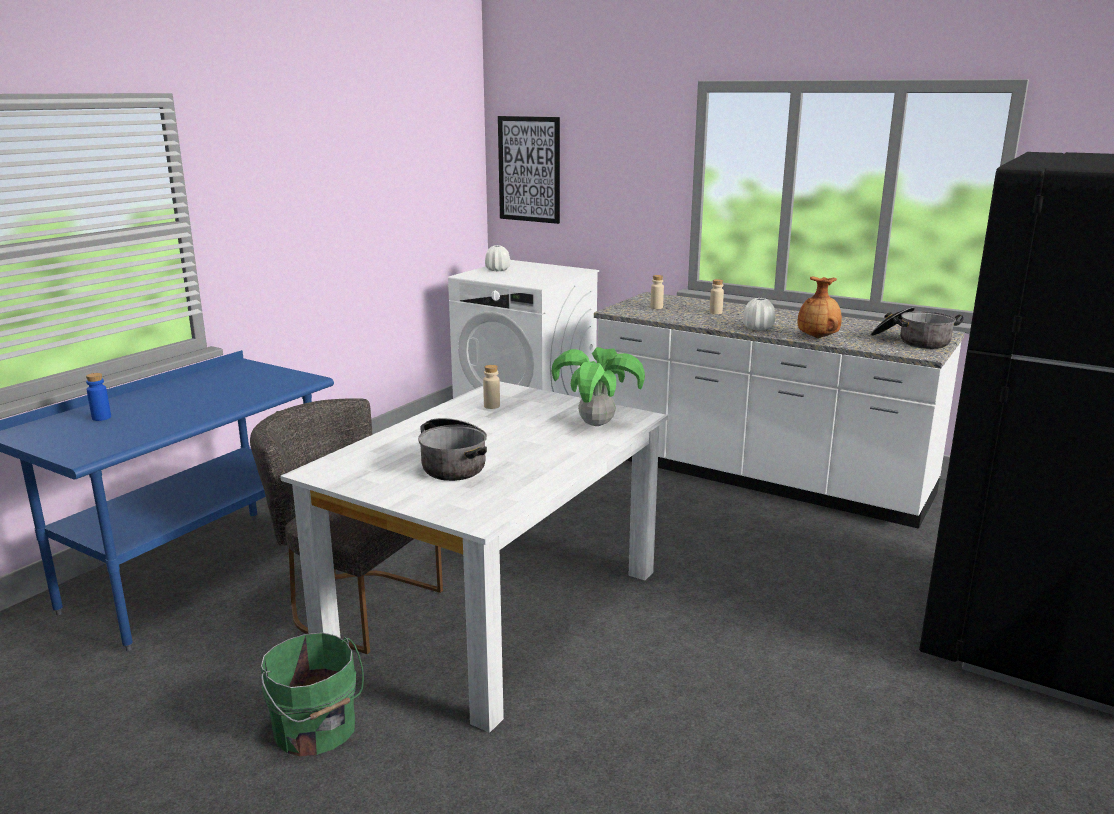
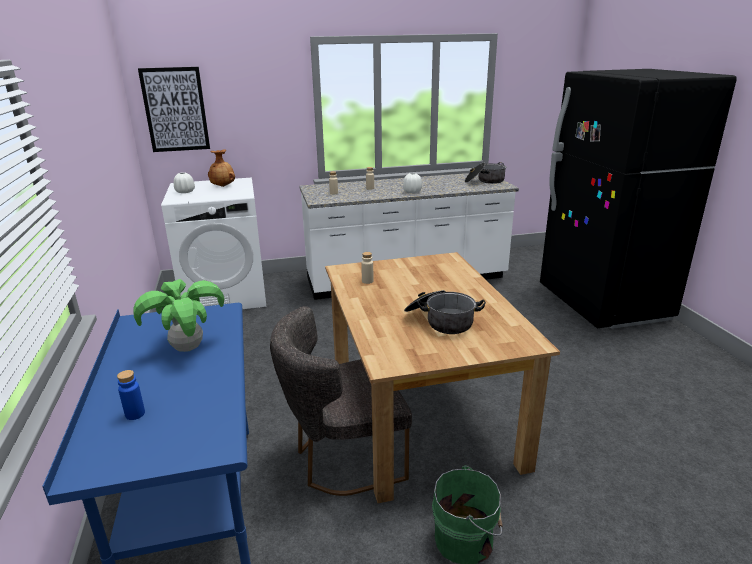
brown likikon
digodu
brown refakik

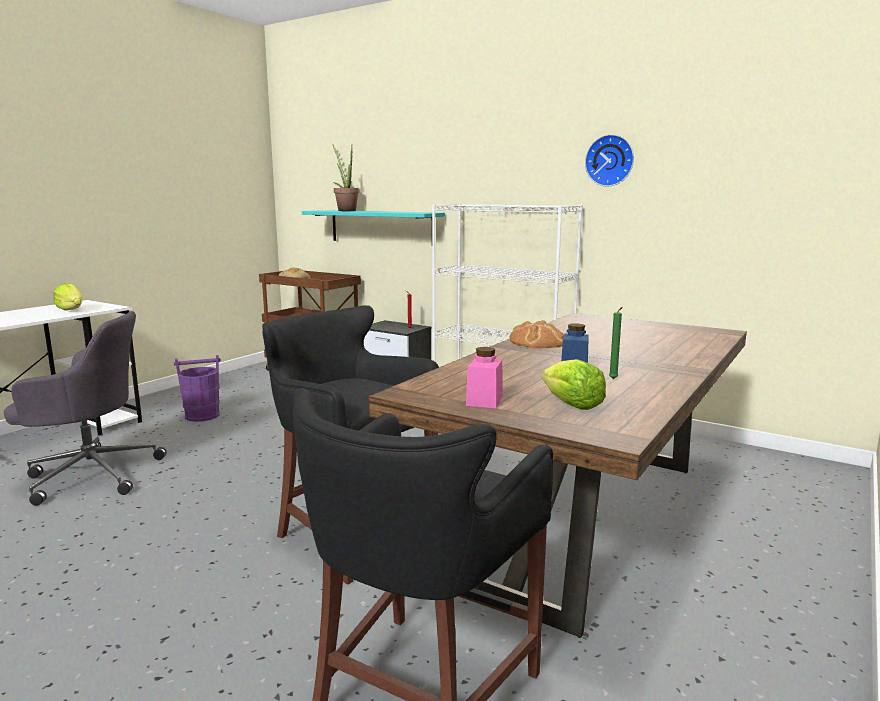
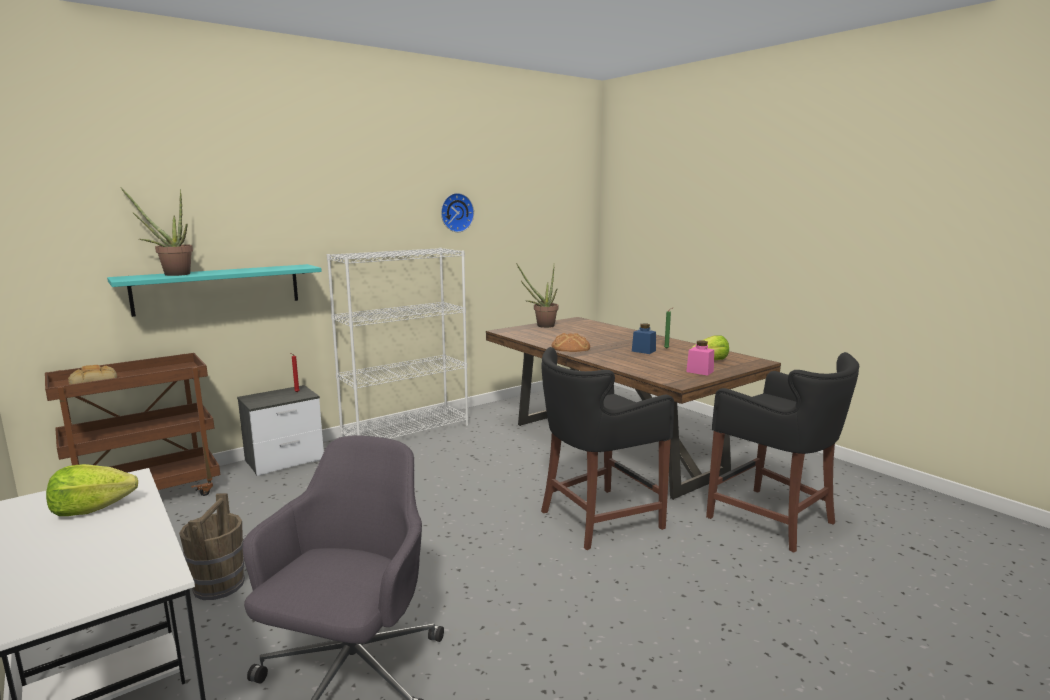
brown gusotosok
digodu (no. 2 from left)

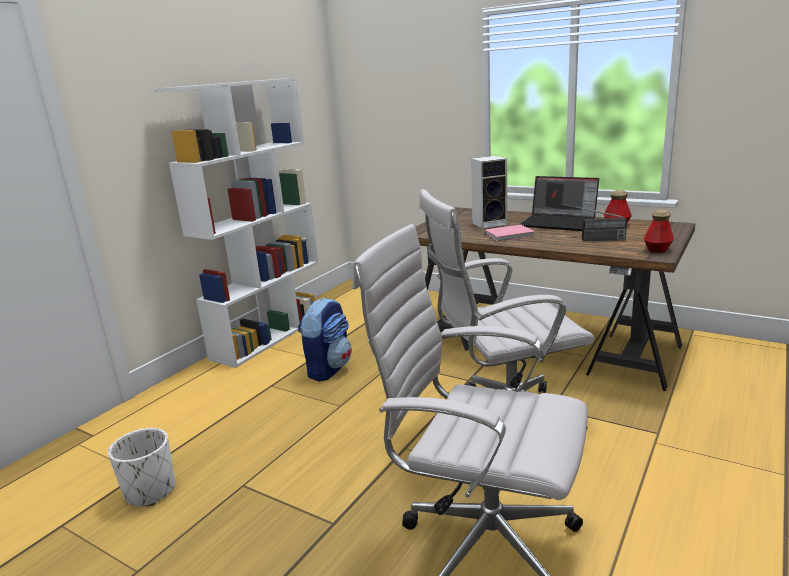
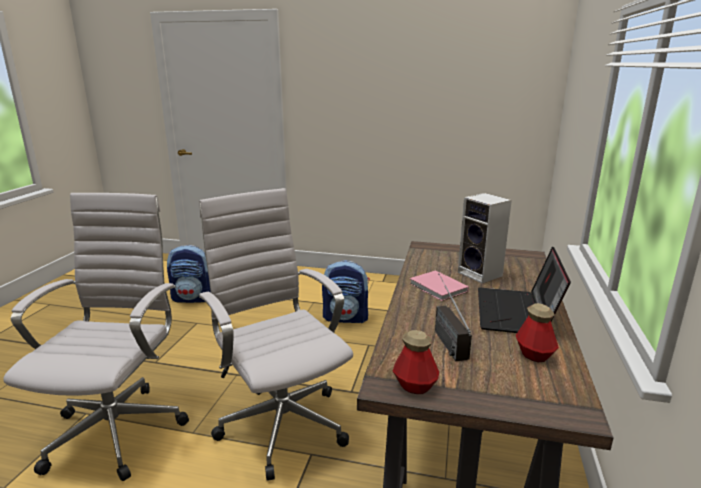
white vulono
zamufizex (no. 1 from left)

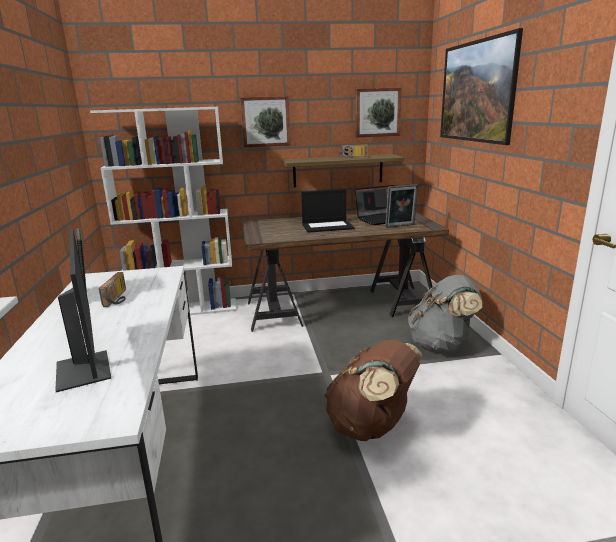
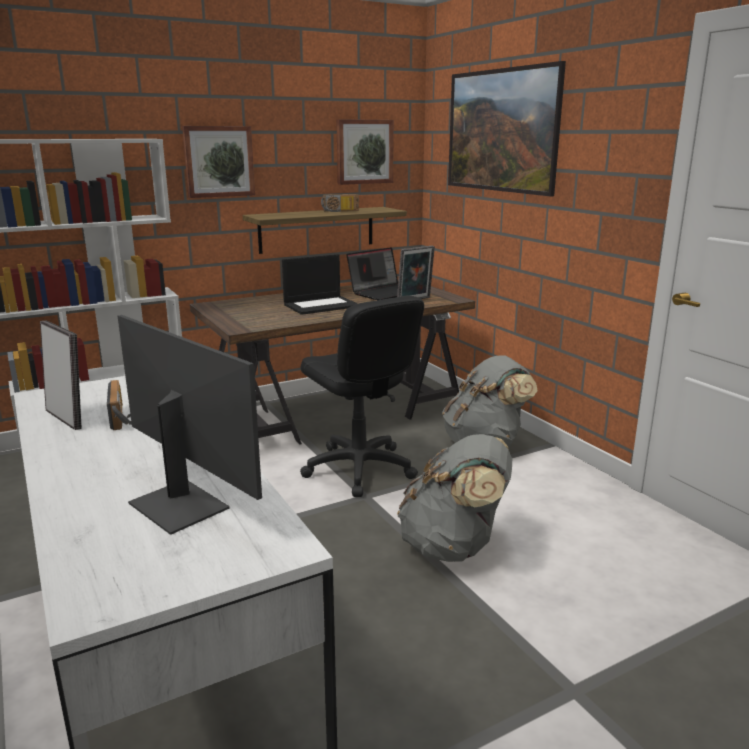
grey zamufizex (no. 1 from left)
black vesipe

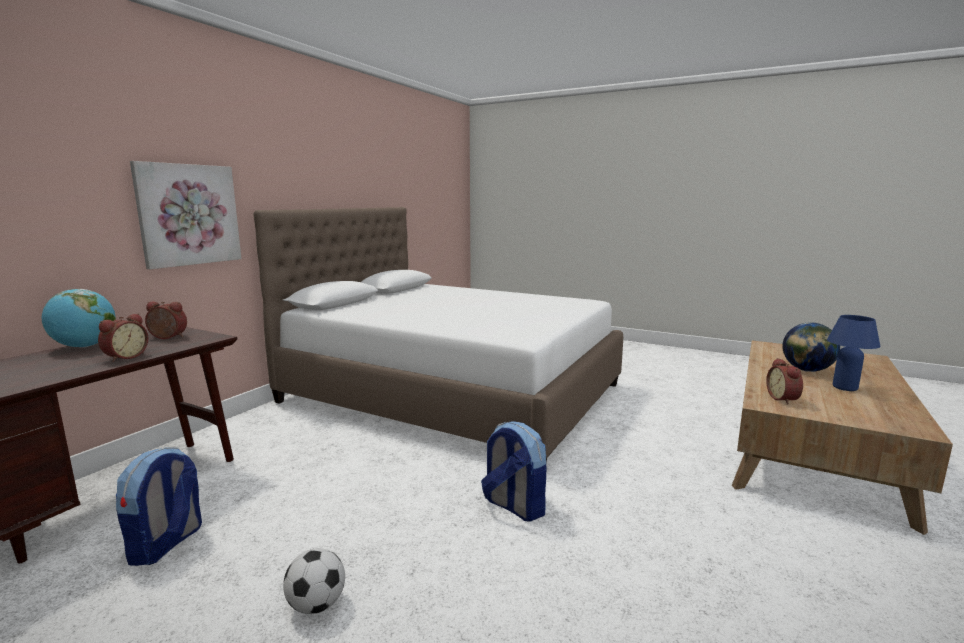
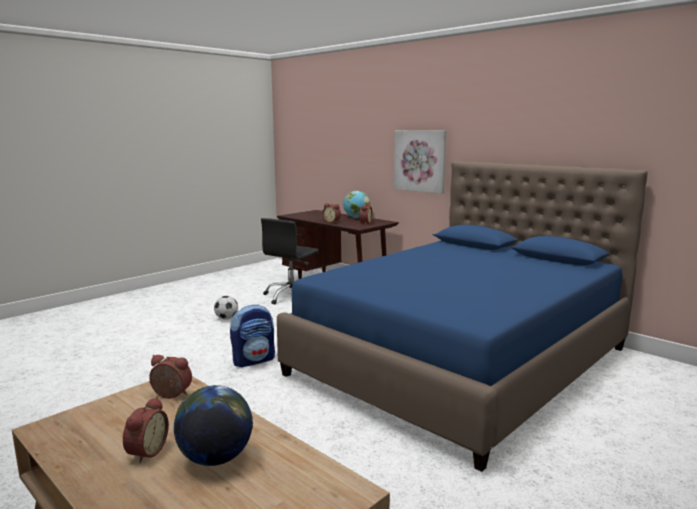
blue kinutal
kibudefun (no. 1 from left)
black vesipe

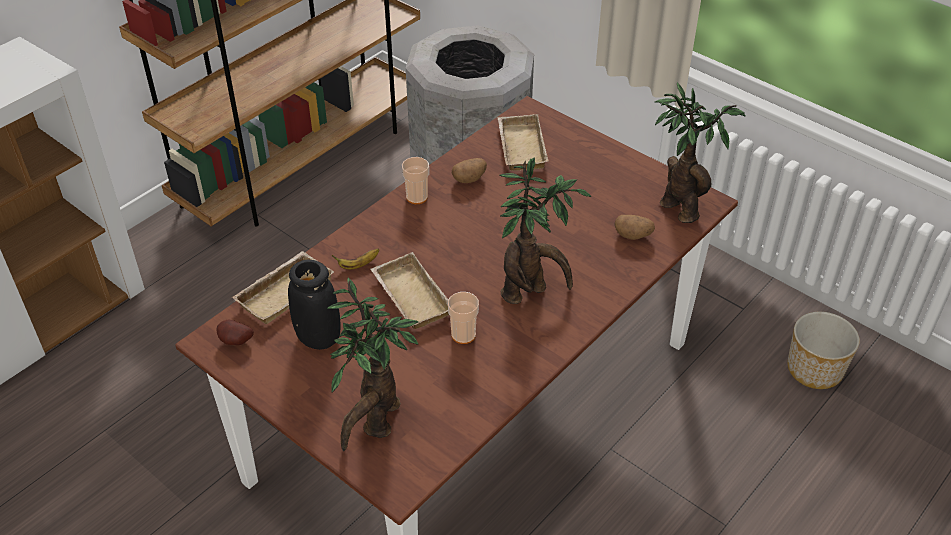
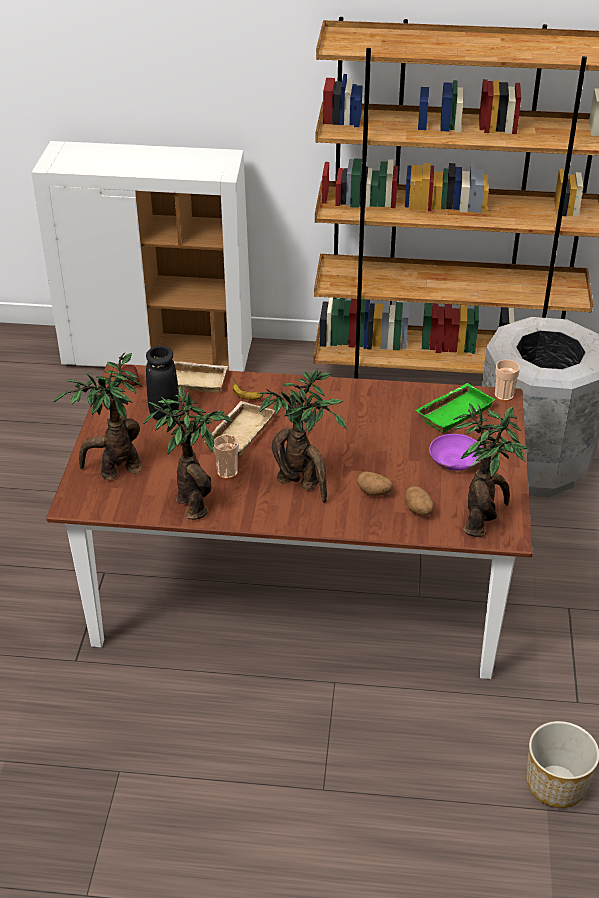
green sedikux
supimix (no. 2 from left)
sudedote (no. 2 from left)
digodu (no. 2 from left)
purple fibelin

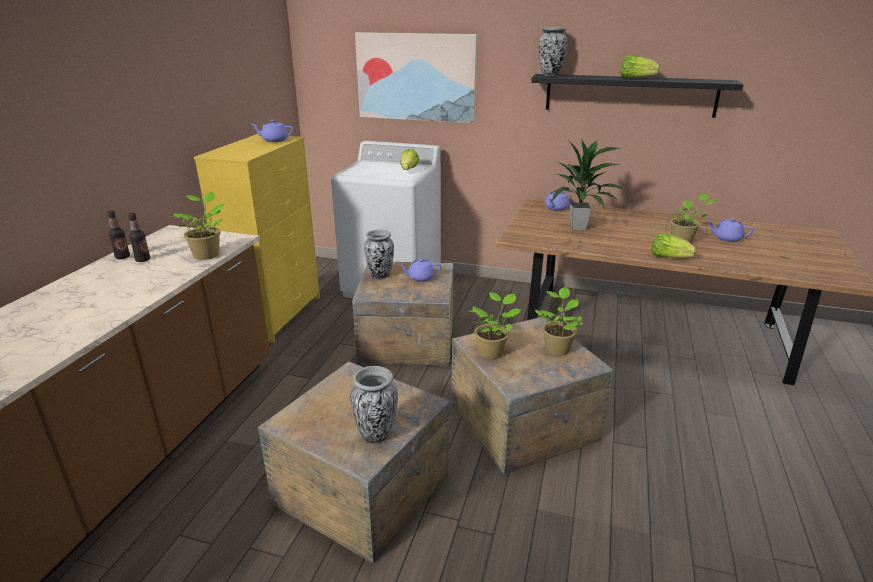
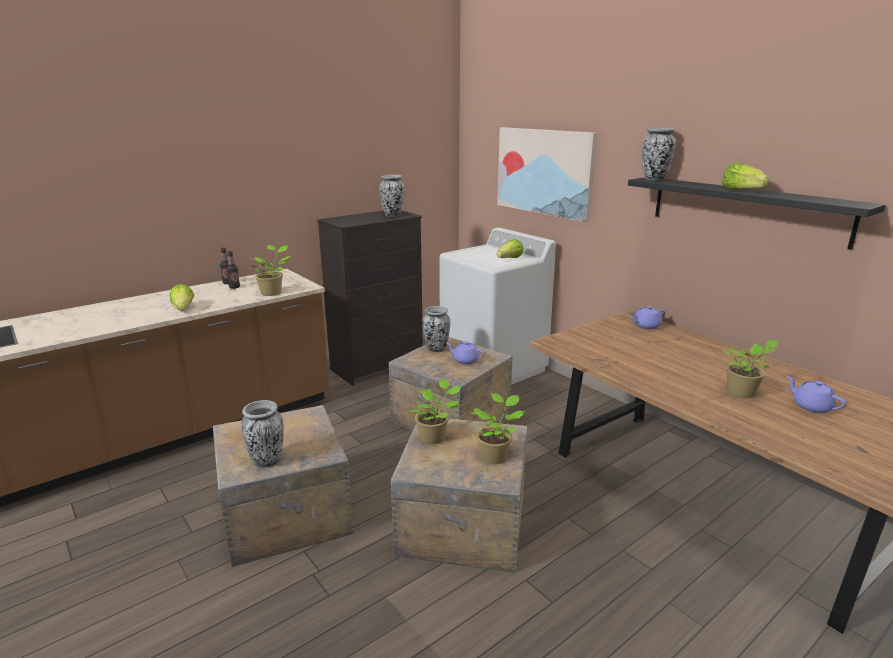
likikon (no. 2 from left)
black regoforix
digodu (no. 4 from left in the first image)
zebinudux (no. 1 from left)

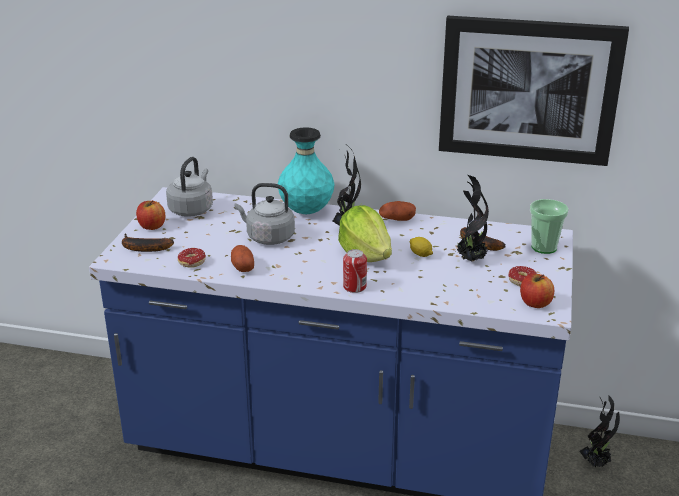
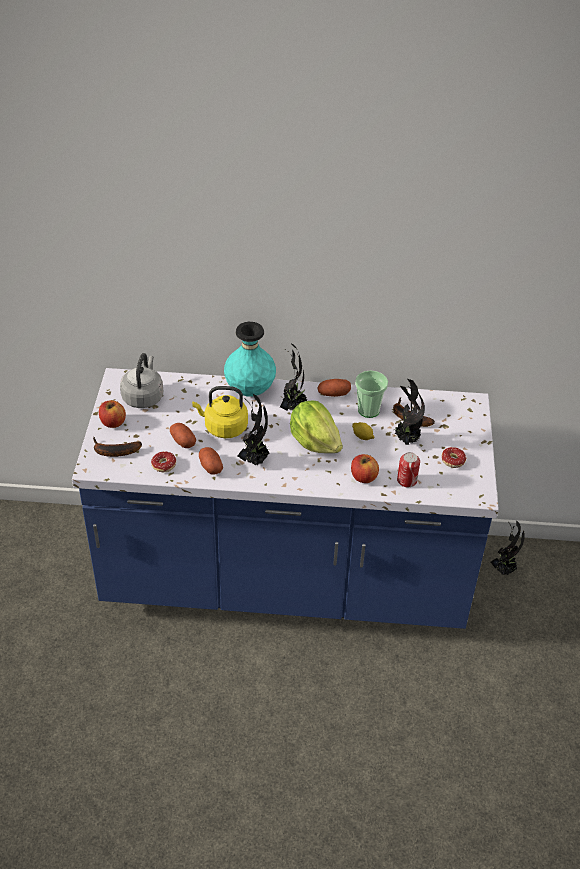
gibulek
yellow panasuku
supimix
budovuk
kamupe (no. 2 from left)
digodu (no. 1 from left)
sudedote (no. 1 from left)

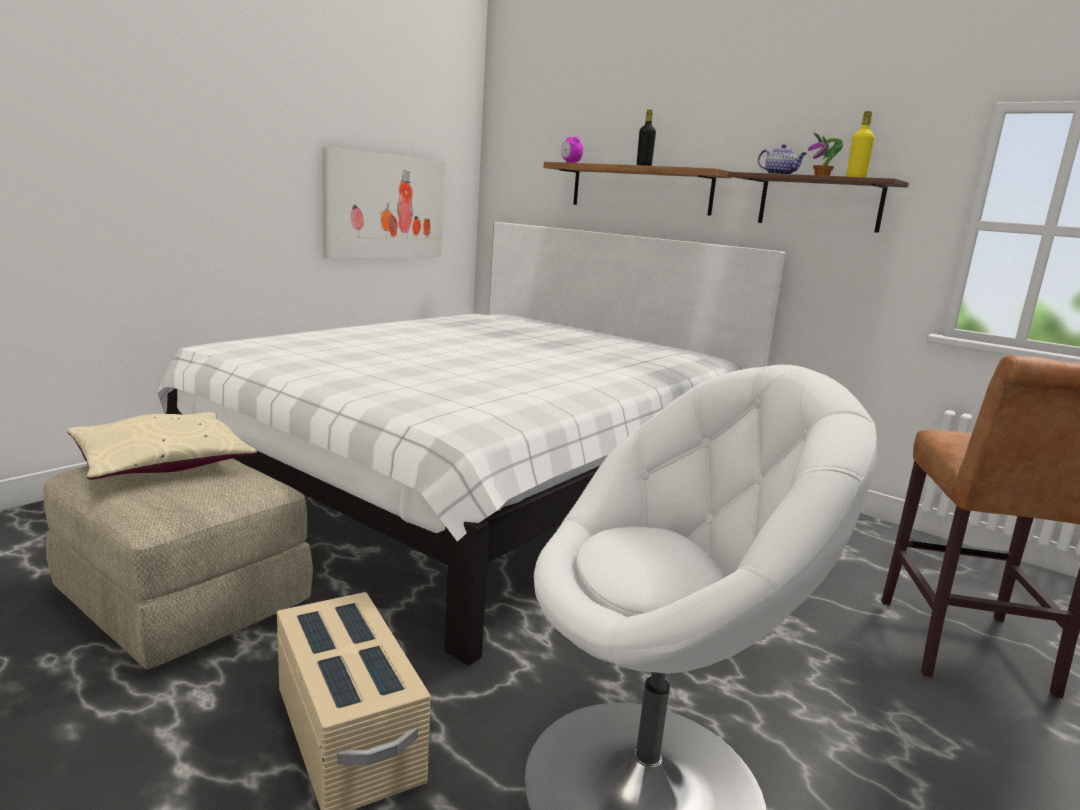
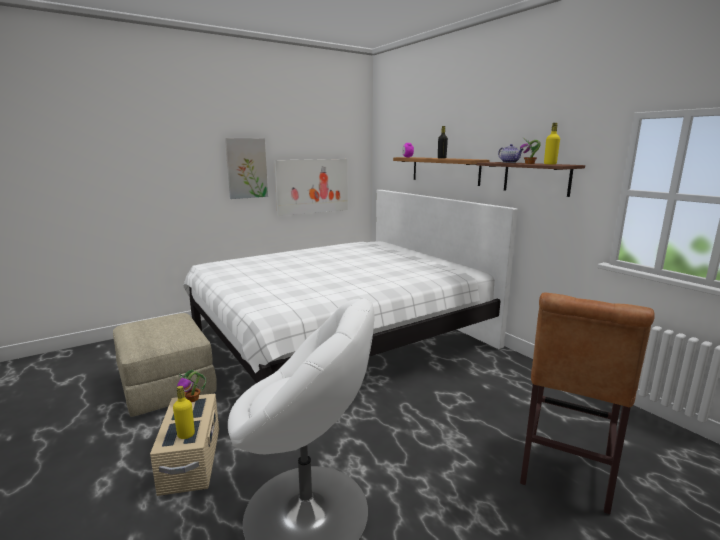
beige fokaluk
gibulek (no. 1 from left)
digodu (no. 1 from left)
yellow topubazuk (no. 1 from left)

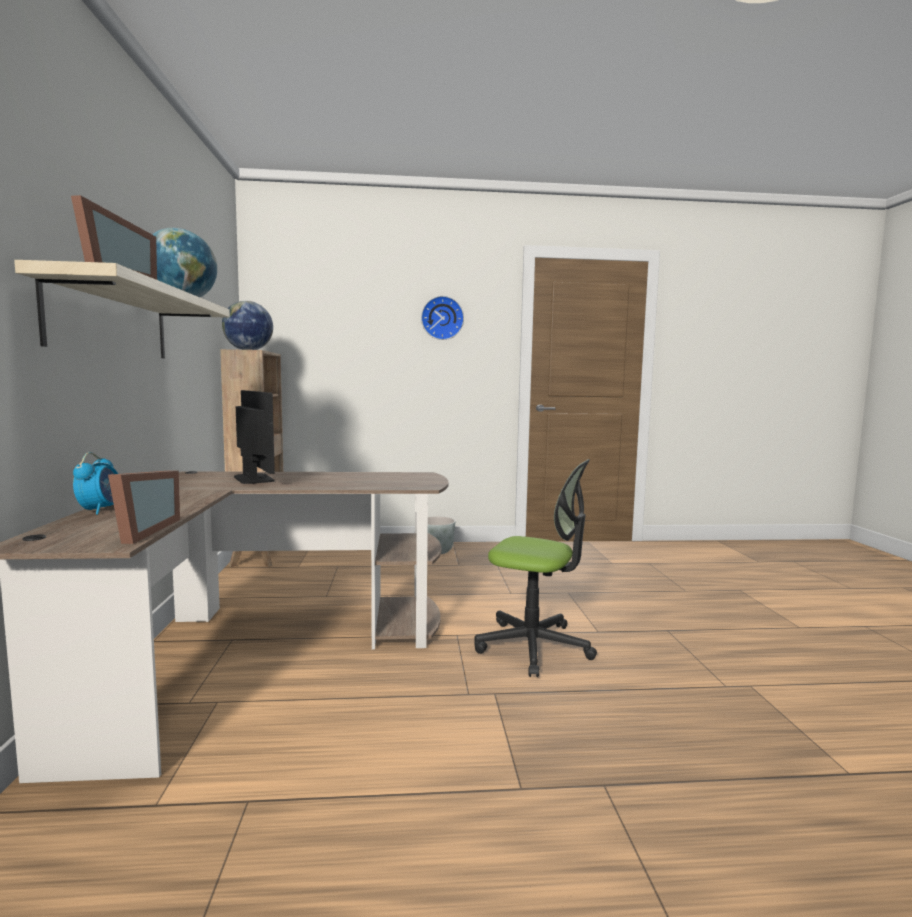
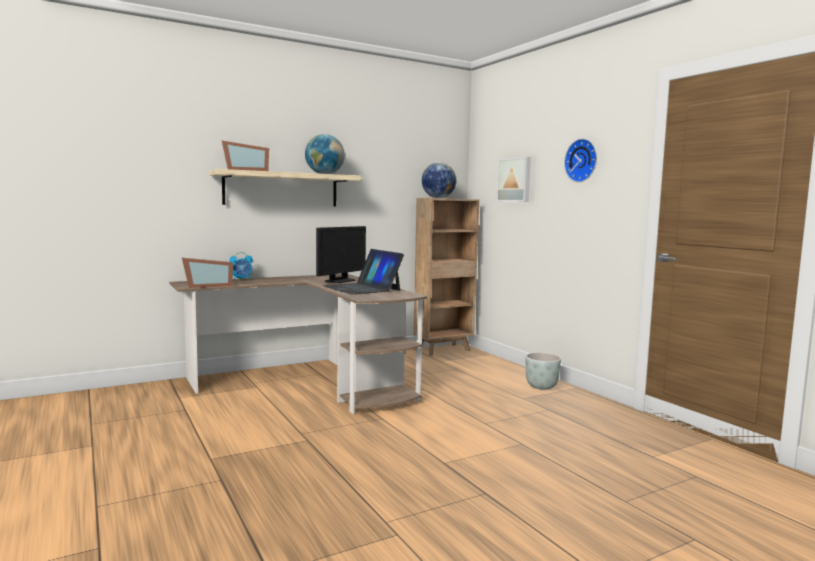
vesipe
gibulek
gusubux

